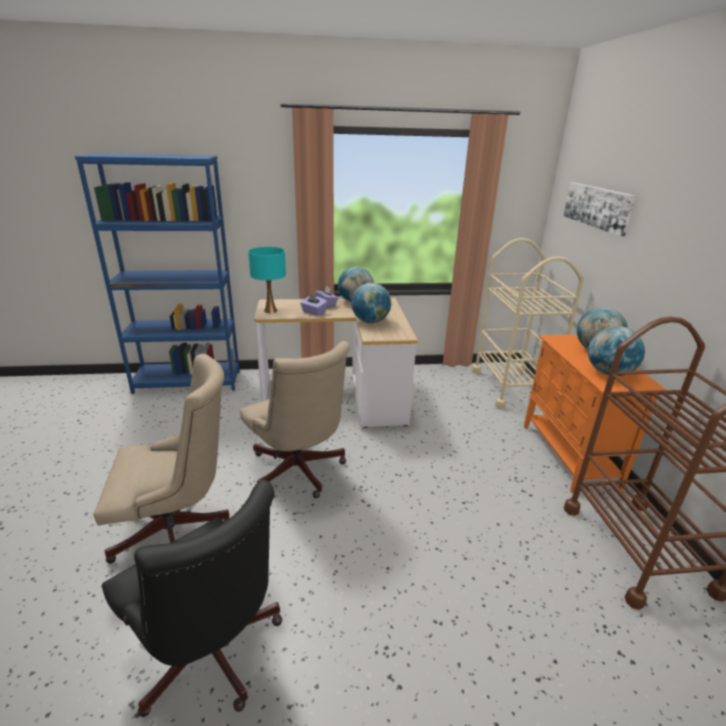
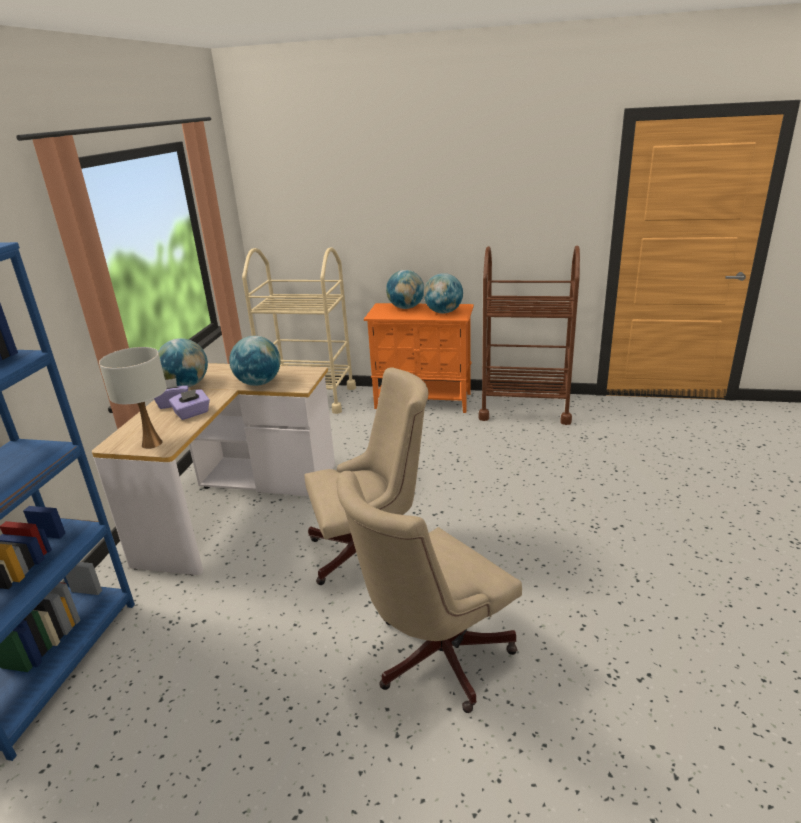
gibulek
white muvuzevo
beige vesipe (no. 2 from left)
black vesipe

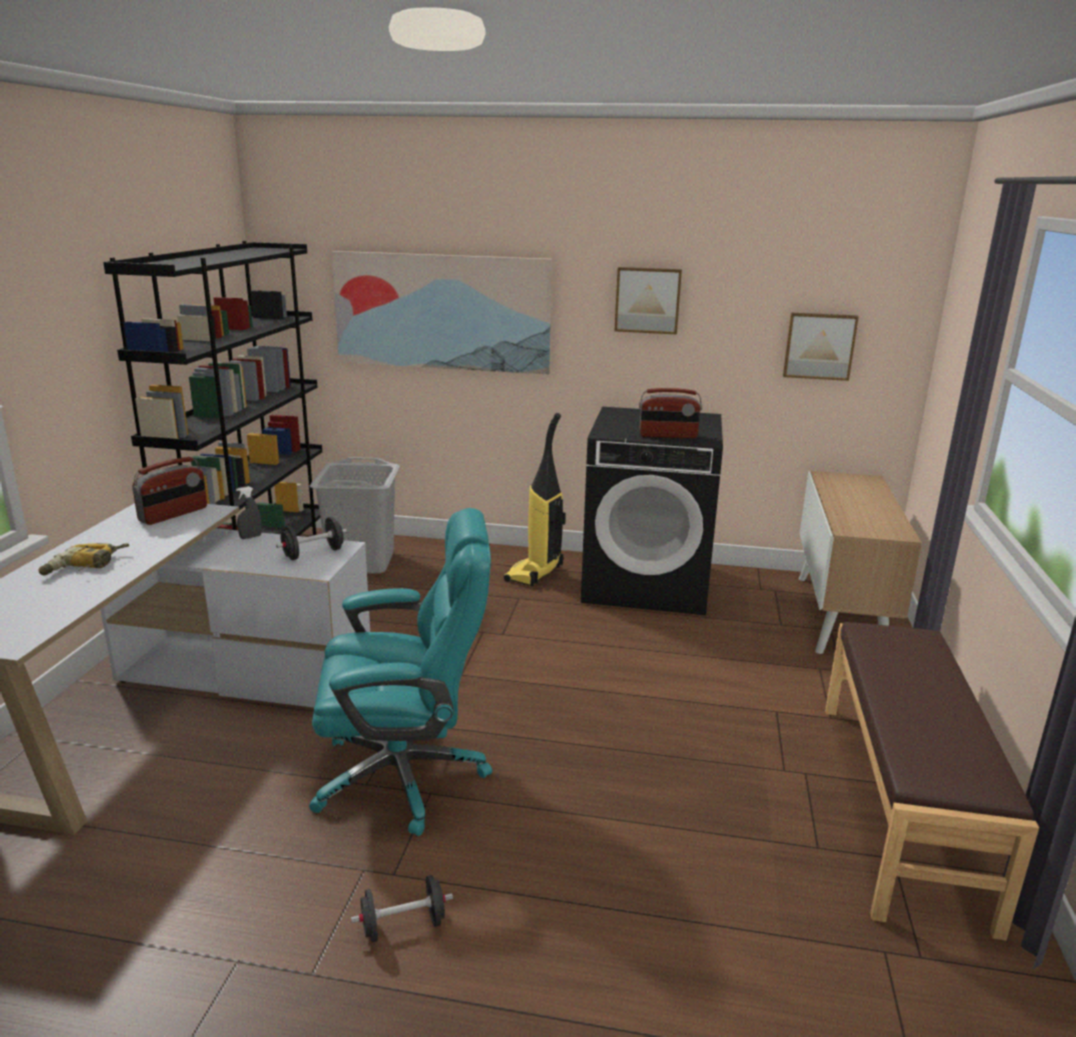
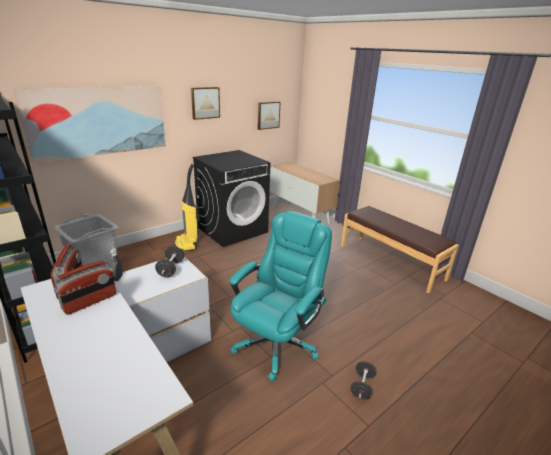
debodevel (no. 2 from left)
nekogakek

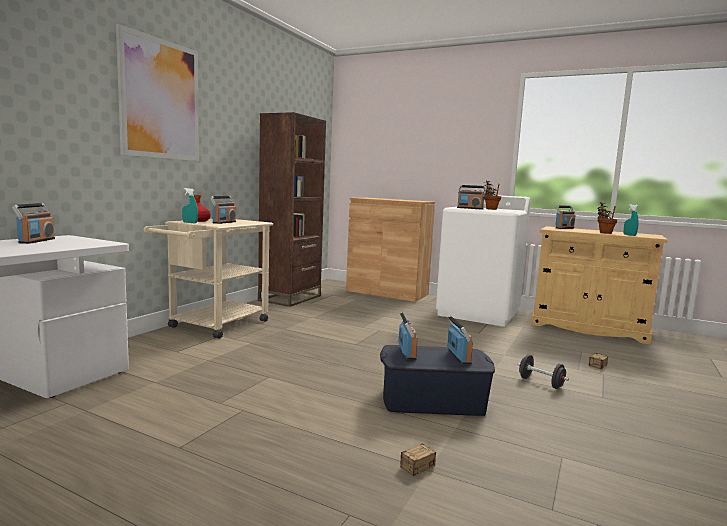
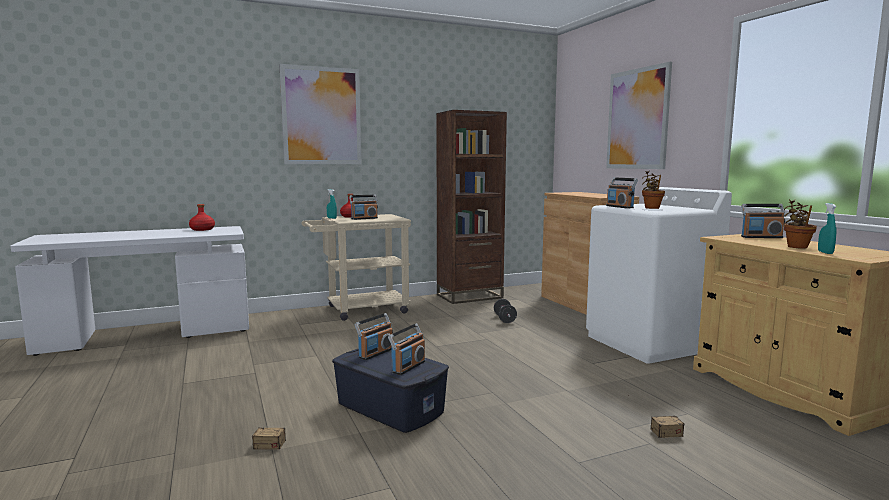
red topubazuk (no. 1 from left)
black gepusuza
gibulek (no. 2 from left)

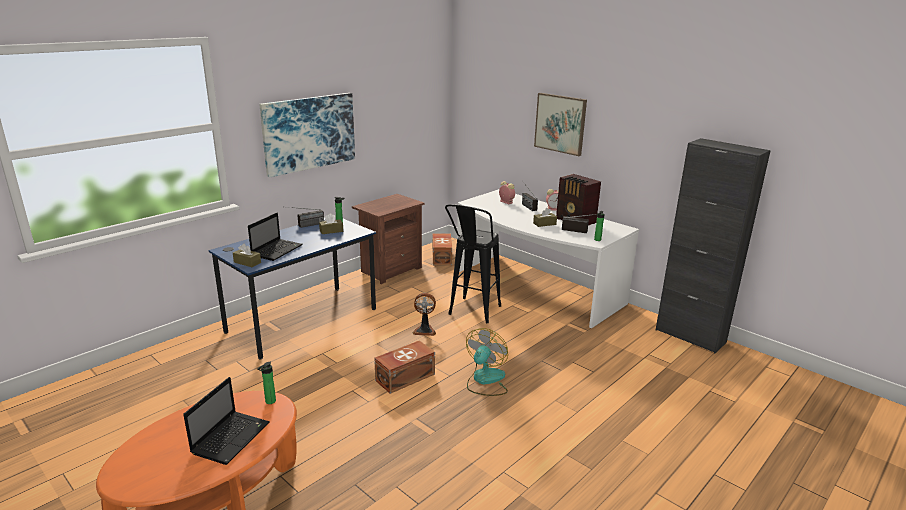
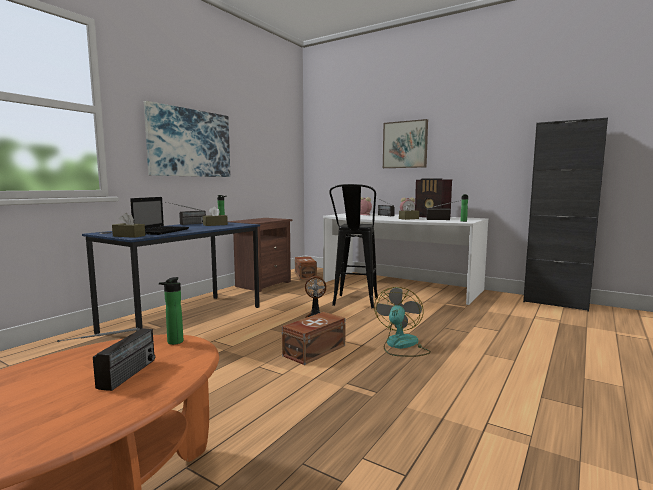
debodevel (no. 1 from left)

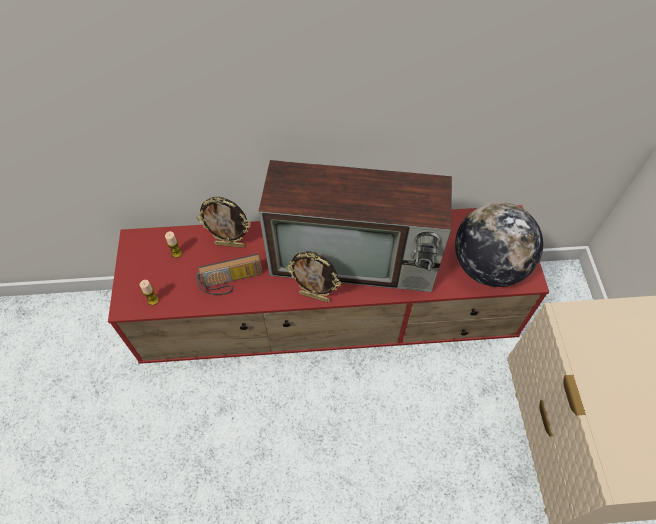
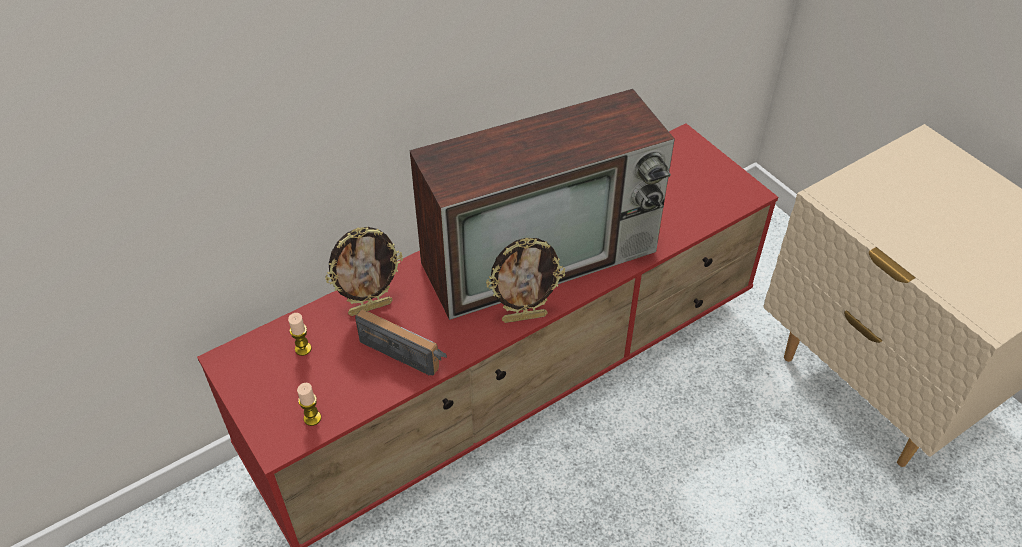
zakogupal
debodevel

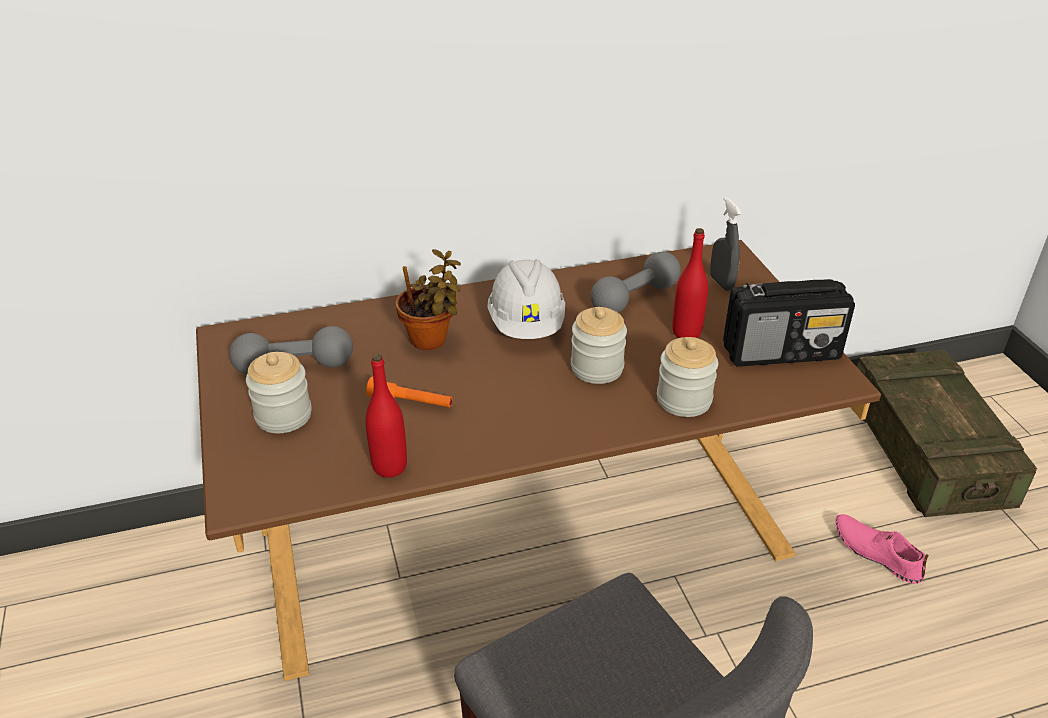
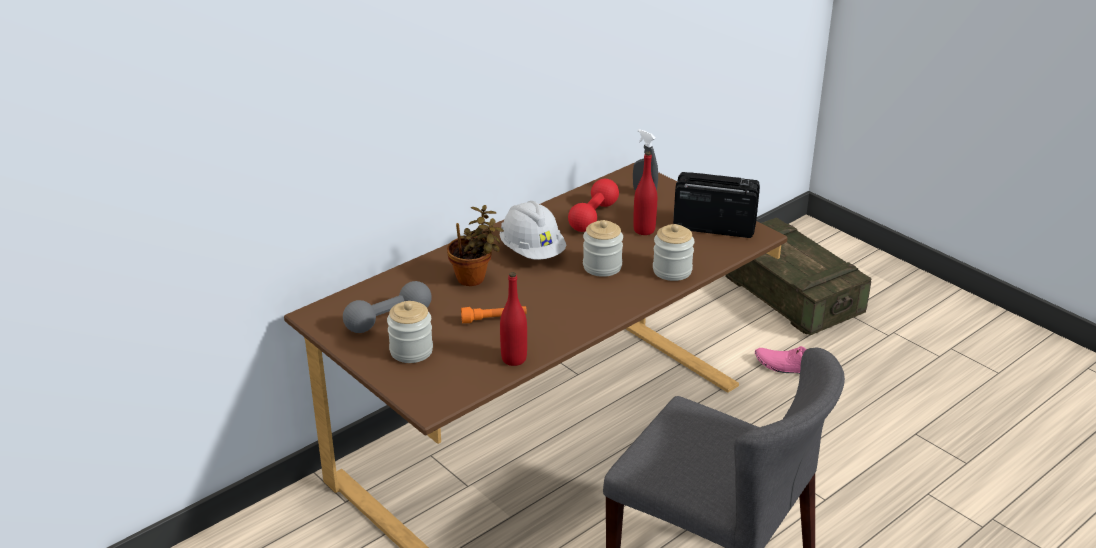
red gepusuza
debodevel

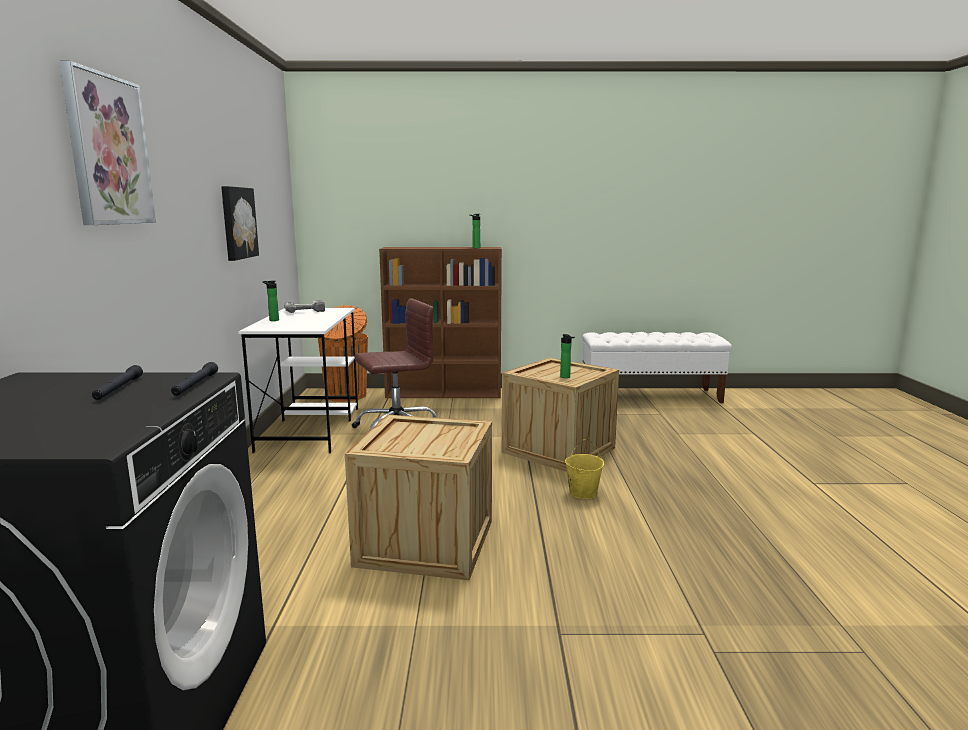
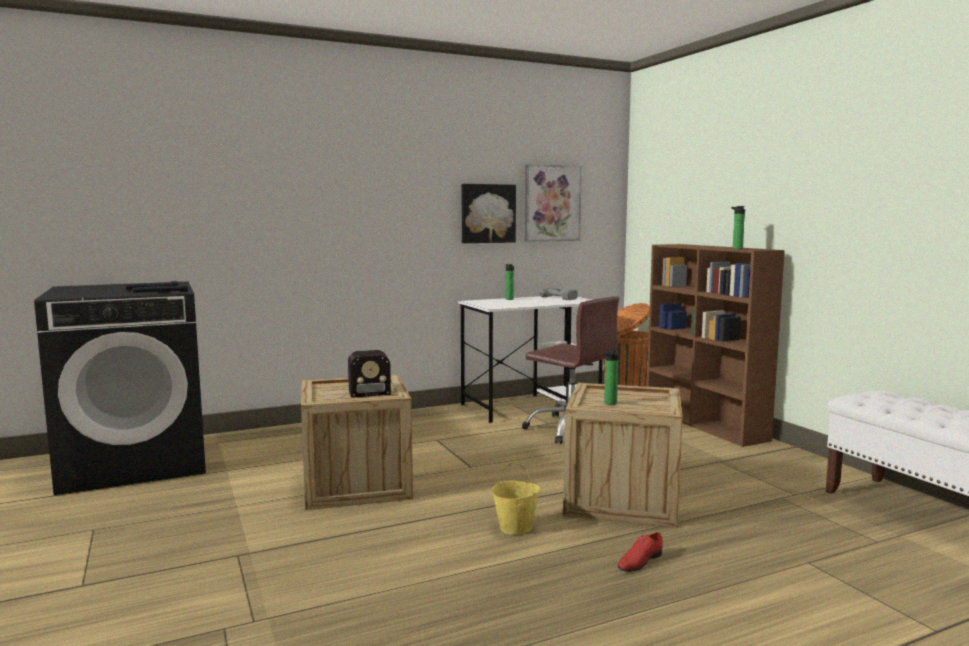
gibulek (no. 2 from left)
debodevel
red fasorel

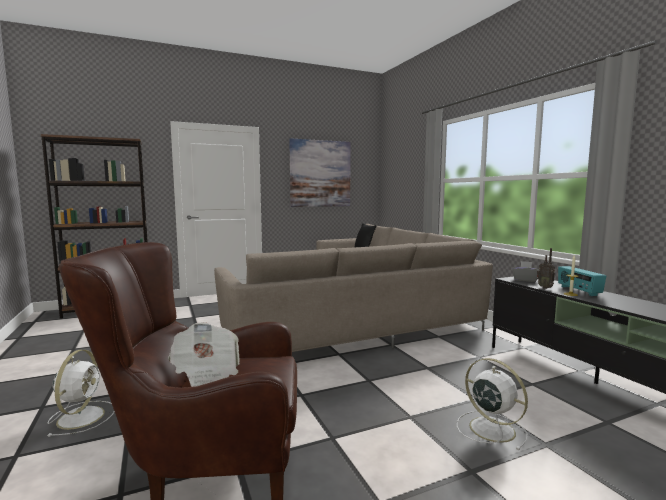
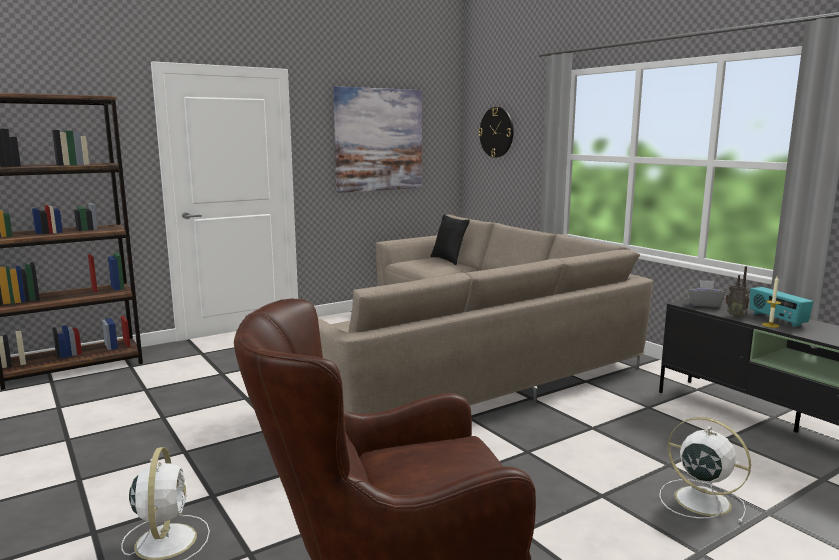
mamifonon
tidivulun

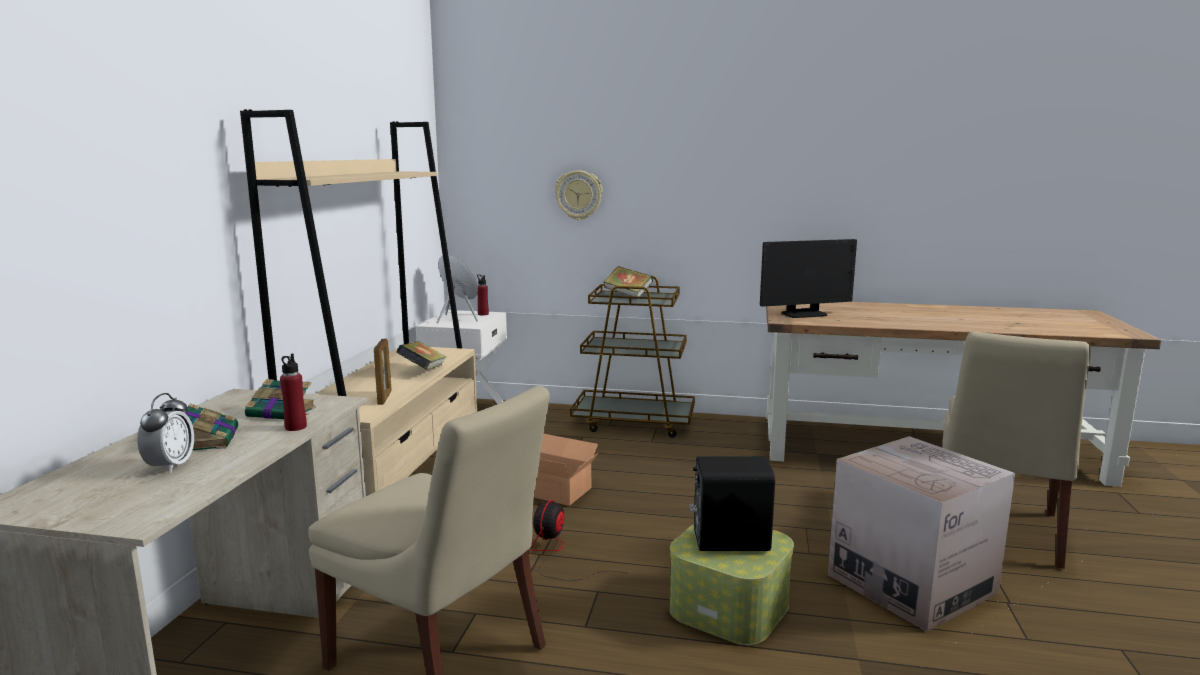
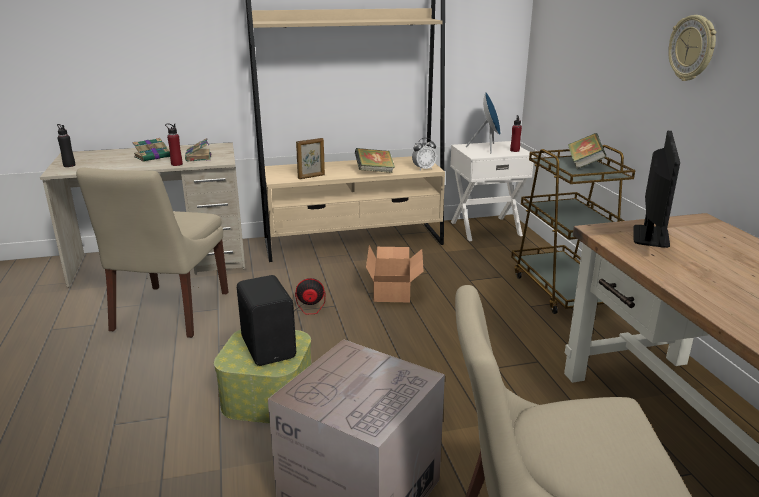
tidivulun
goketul
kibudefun
black topubazuk

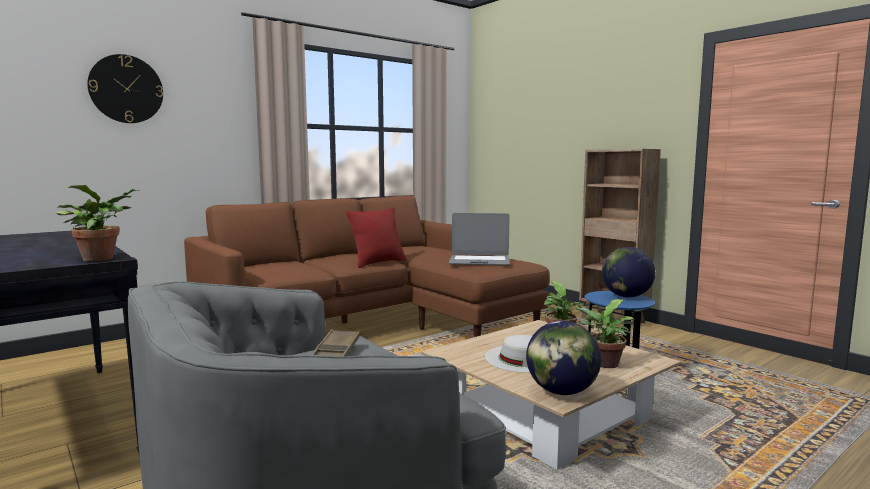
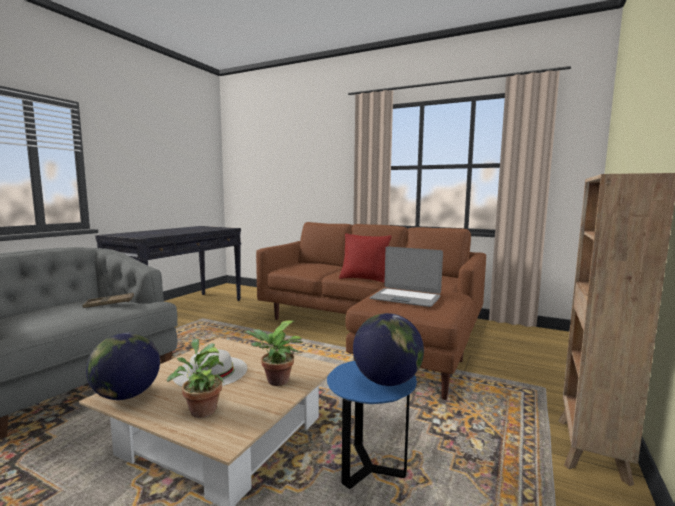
tidivulun
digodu (no. 1 from left in the first image)
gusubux

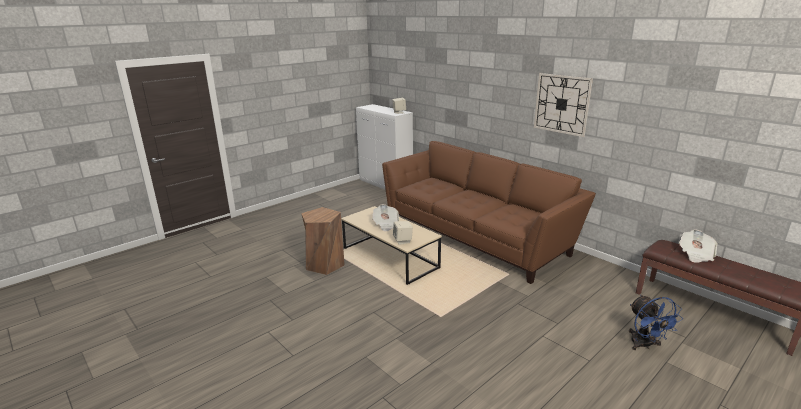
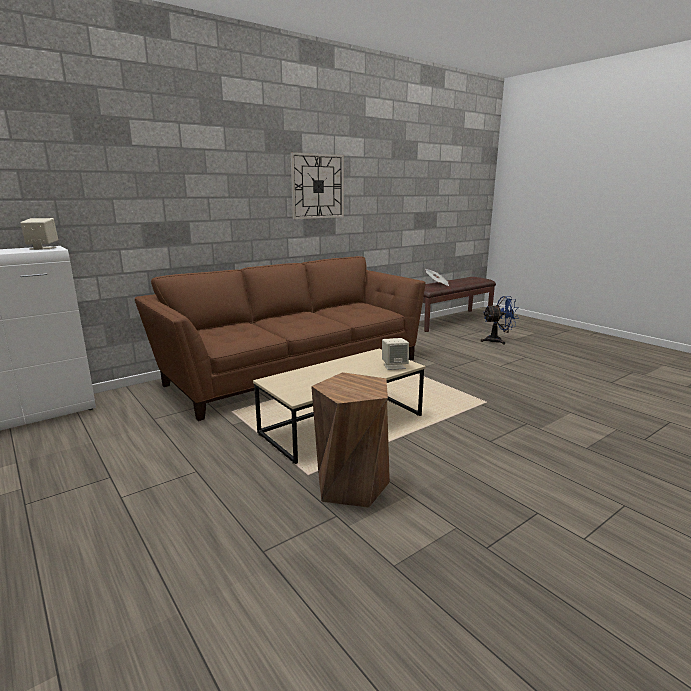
mamifonon (no. 1 from left in the first image)

